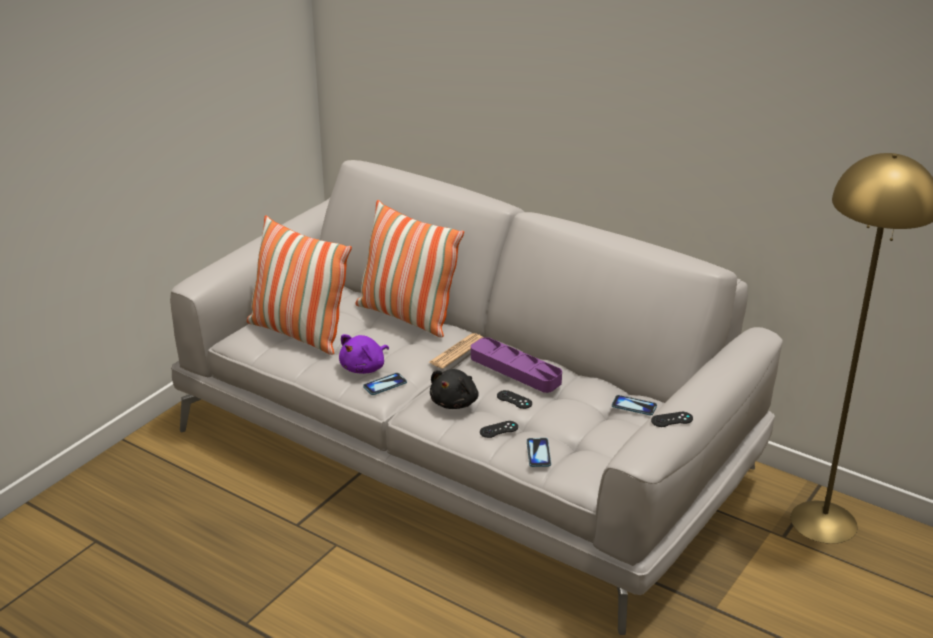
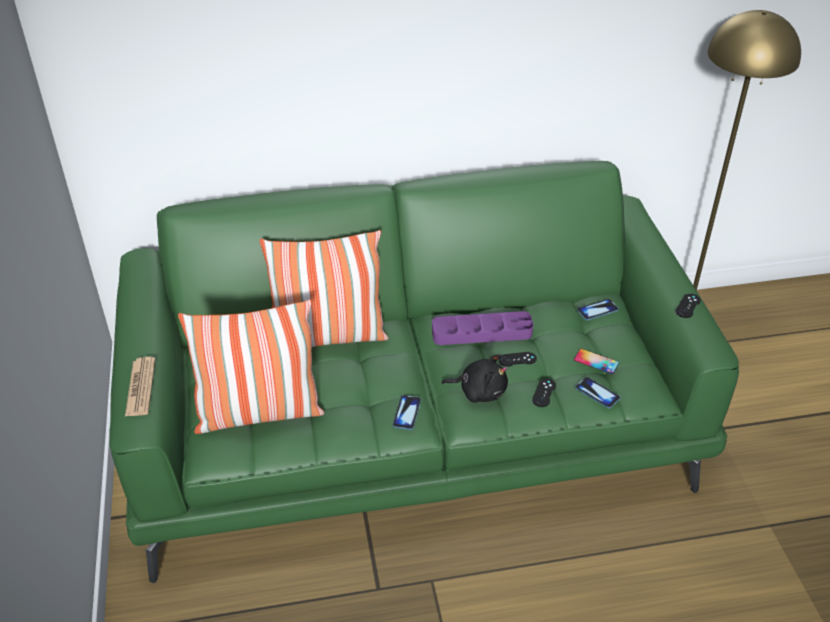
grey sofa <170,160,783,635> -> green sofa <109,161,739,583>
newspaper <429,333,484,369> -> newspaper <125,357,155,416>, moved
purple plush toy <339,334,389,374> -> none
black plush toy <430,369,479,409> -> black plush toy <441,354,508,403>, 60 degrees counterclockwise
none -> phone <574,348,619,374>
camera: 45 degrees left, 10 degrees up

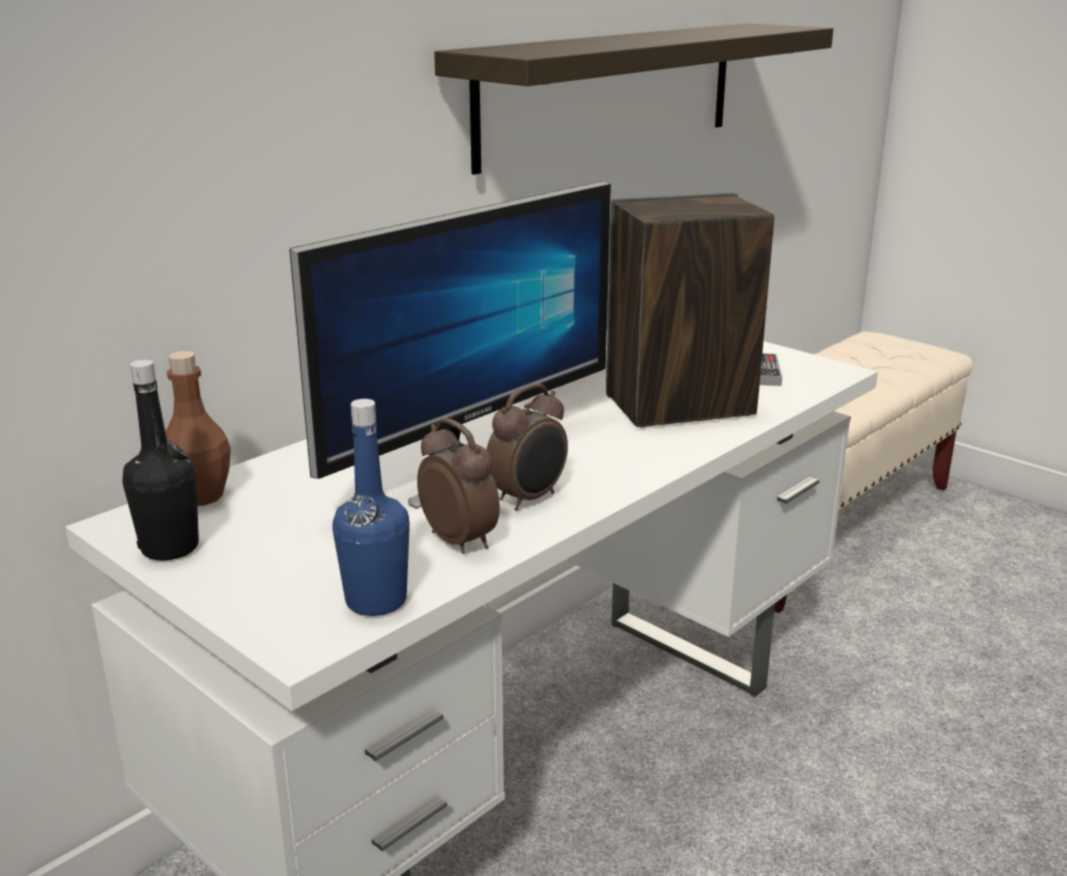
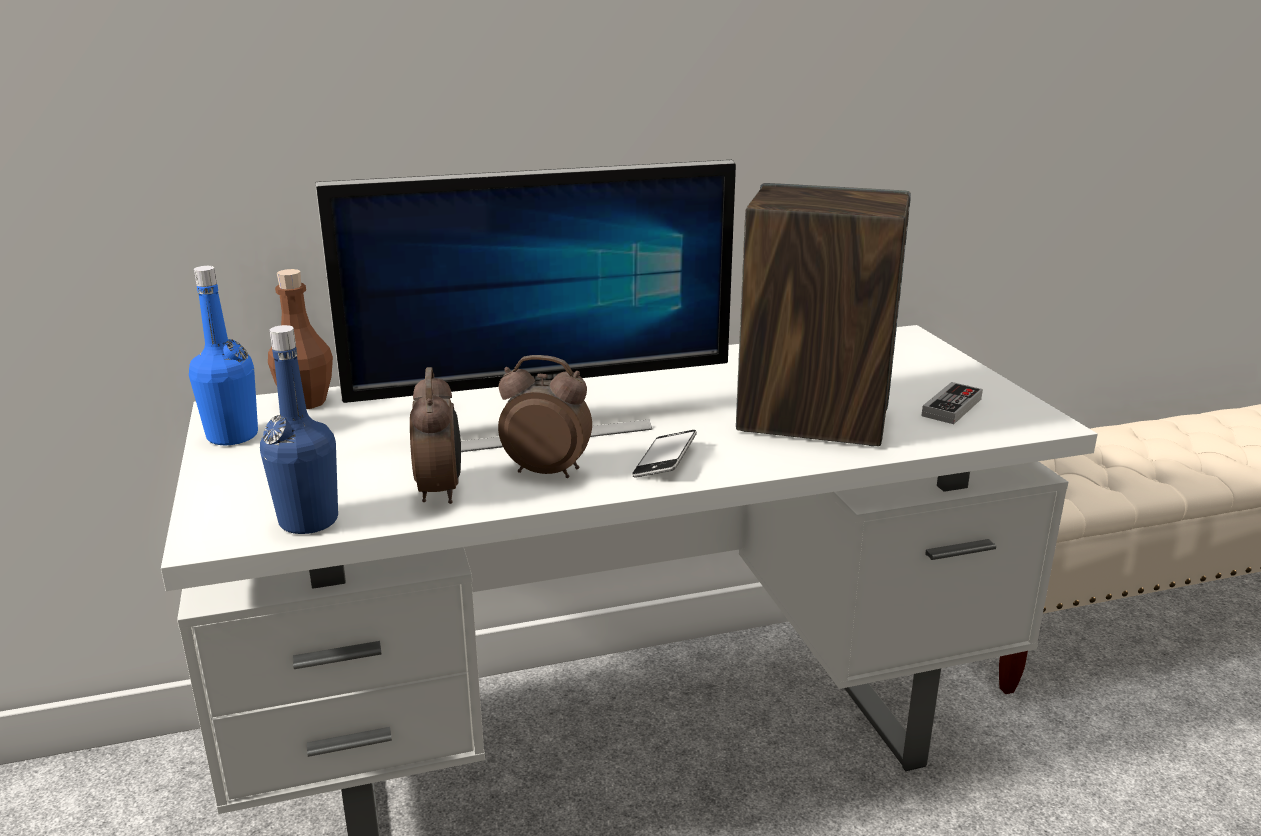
shelf <434,23,833,175> -> none
black bottle <122,359,199,561> -> blue bottle <189,266,258,445>
alarm clock <486,383,568,511> -> alarm clock <498,355,592,478>, 150 degrees counterclockwise
none -> phone <632,430,697,478>
camera: 30 degrees right, 0 degrees up

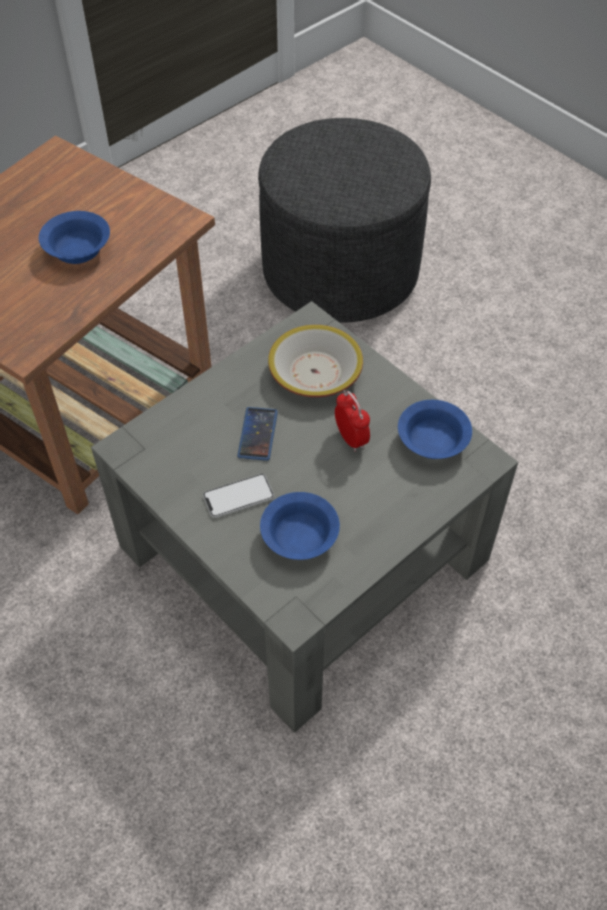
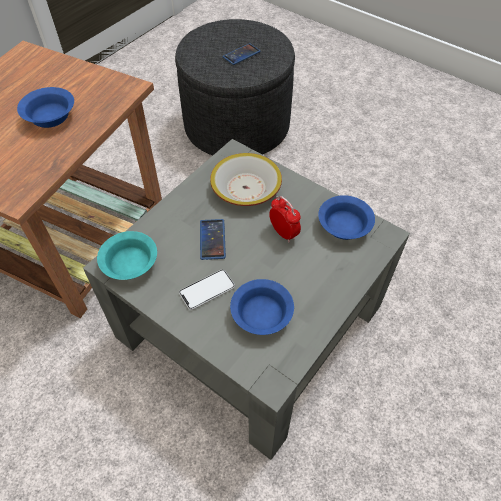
none -> phone <223,43,261,65>
none -> turquoise bowl <97,231,157,280>
camera: 10 degrees left, 0 degrees up

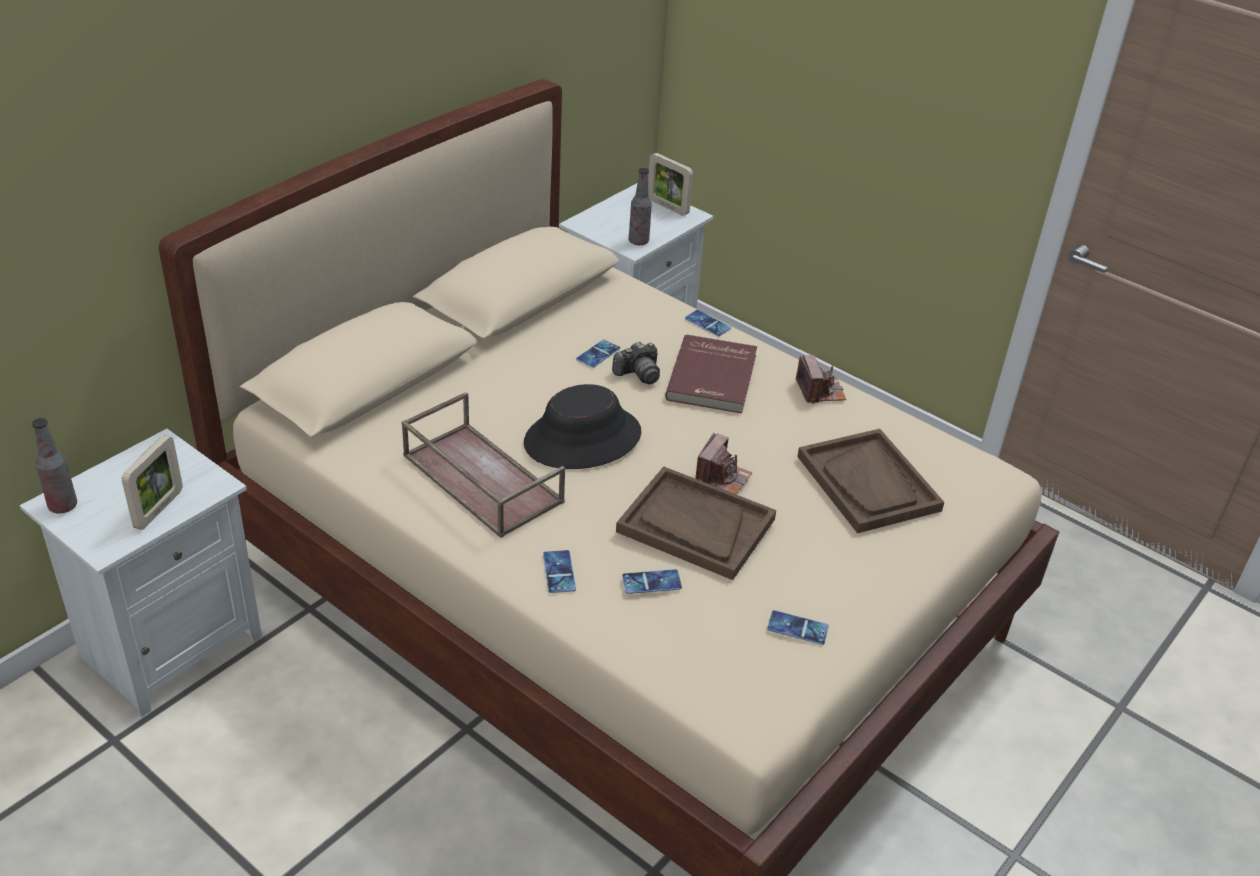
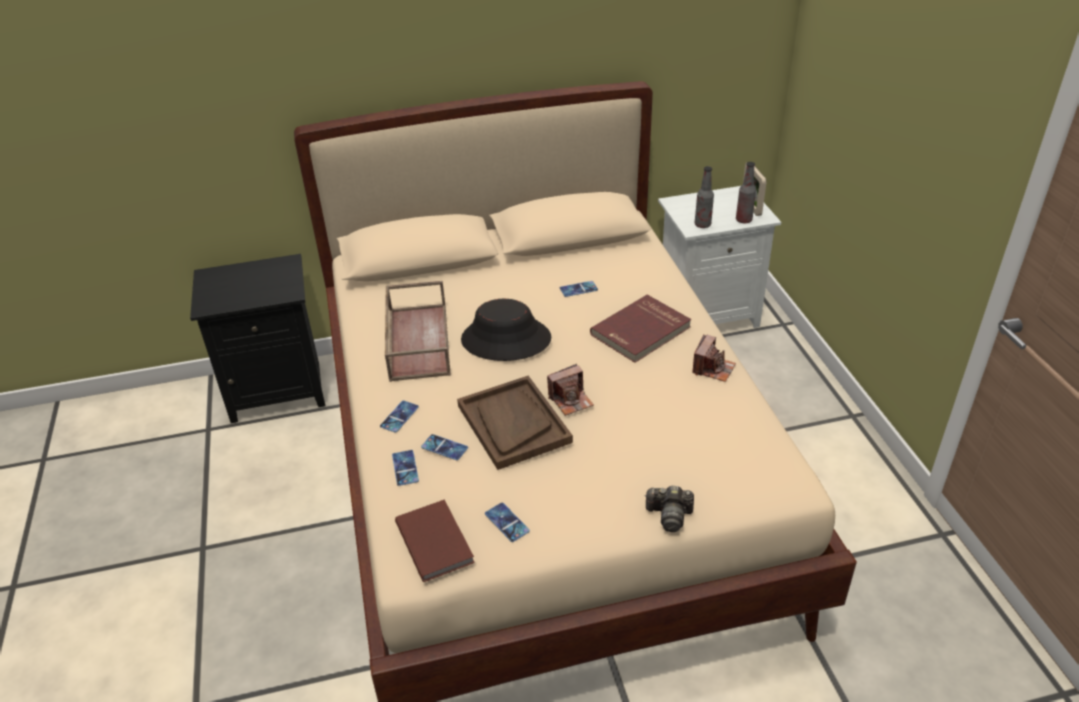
phone <685,310,731,336> -> phone <392,450,419,486>, moved
photo camera <612,341,660,384> -> photo camera <645,486,694,532>, moved
bottle <32,418,77,514> -> bottle <736,162,756,223>, moved
white nightstand <20,429,262,717> -> black nightstand <190,254,325,423>
brown tray <797,429,944,533> -> none
picture frame <122,435,183,530> -> none
none -> brown book <395,500,475,582>
camera: 40 degrees right, 0 degrees up

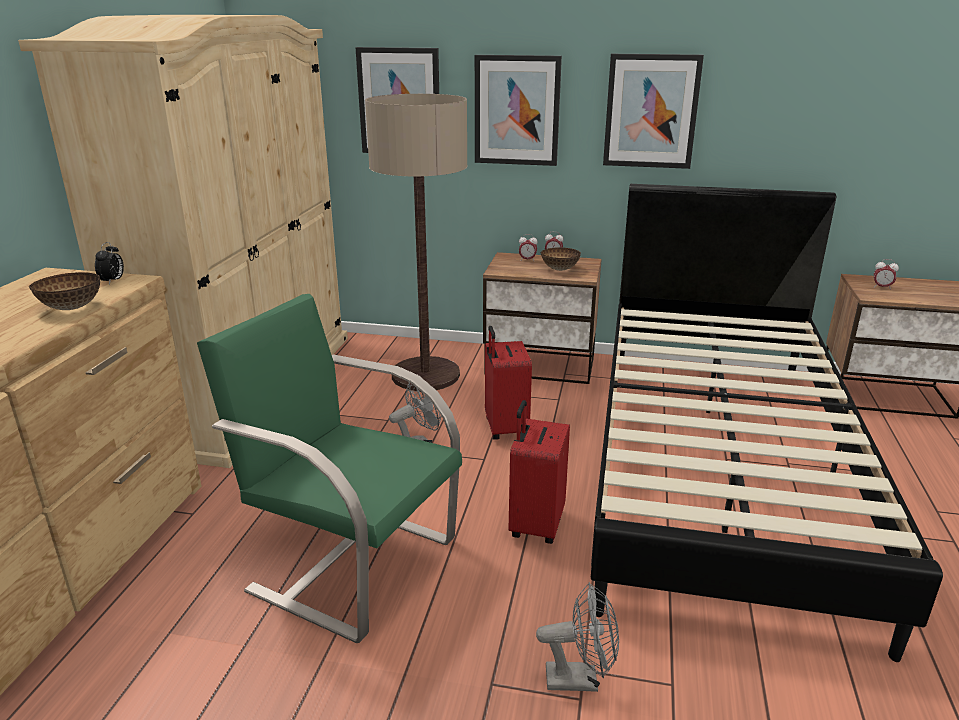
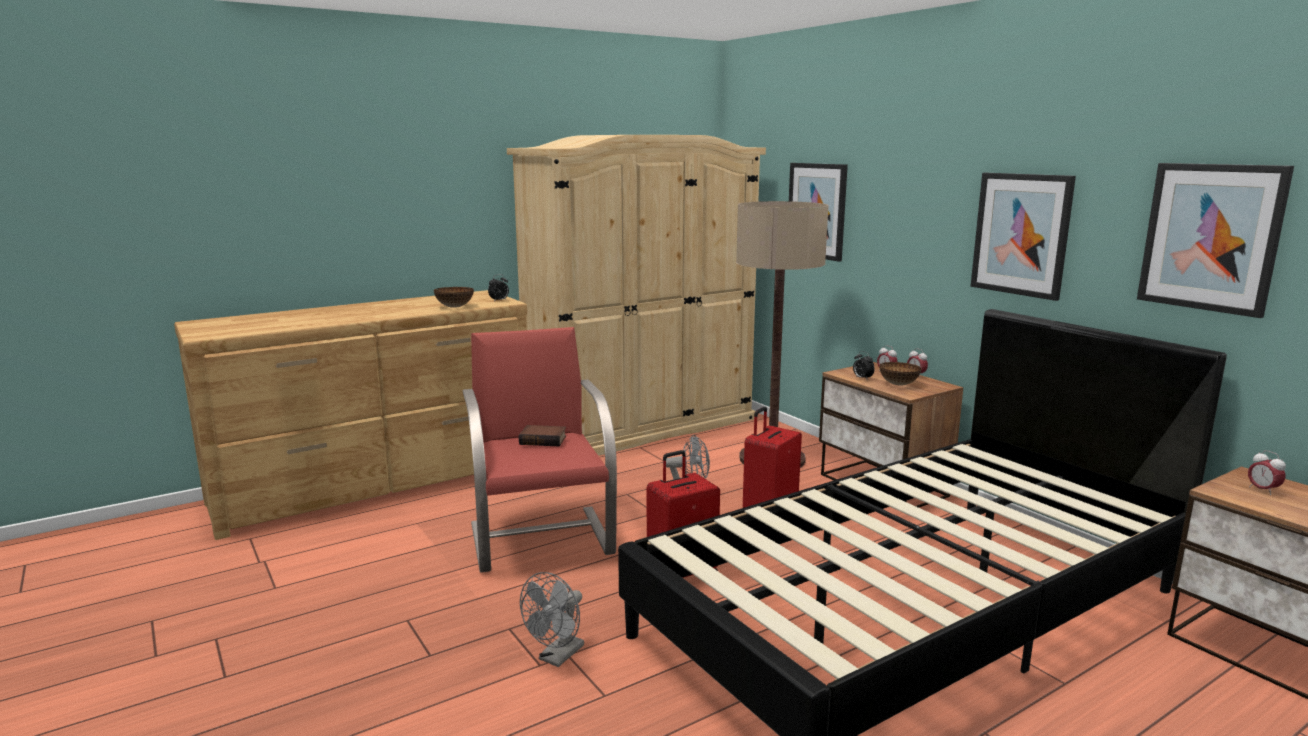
picture <475,55,562,166> -> picture <1137,163,1294,318>, moved
green armchair <197,294,462,643> -> red armchair <463,327,617,573>
grey fan <536,582,619,692> -> grey fan <520,572,584,667>, 75 degrees clockwise
none -> alarm clock <853,351,875,379>
none -> book <519,425,566,447>
camera: 45 degrees right, 10 degrees down

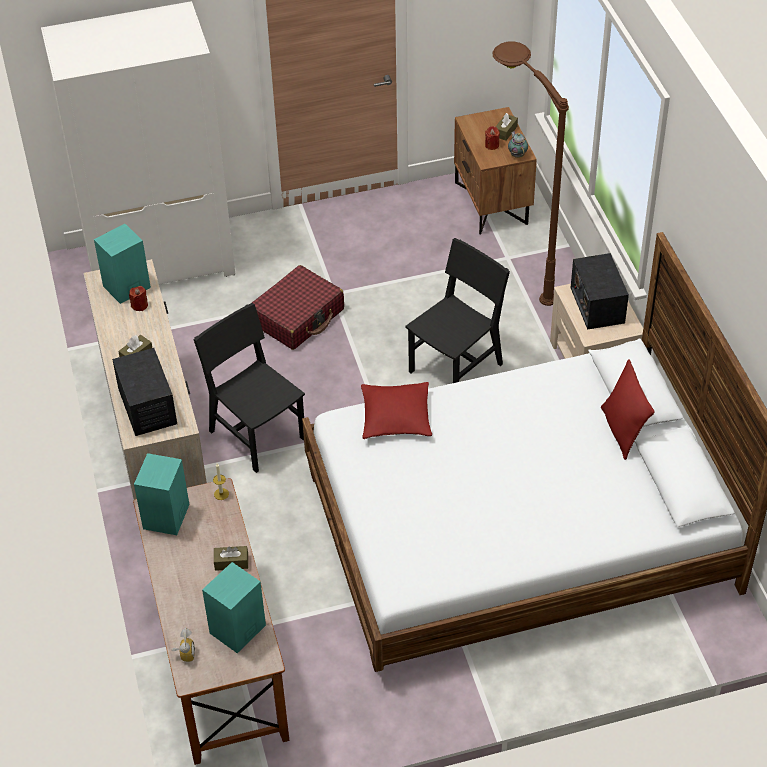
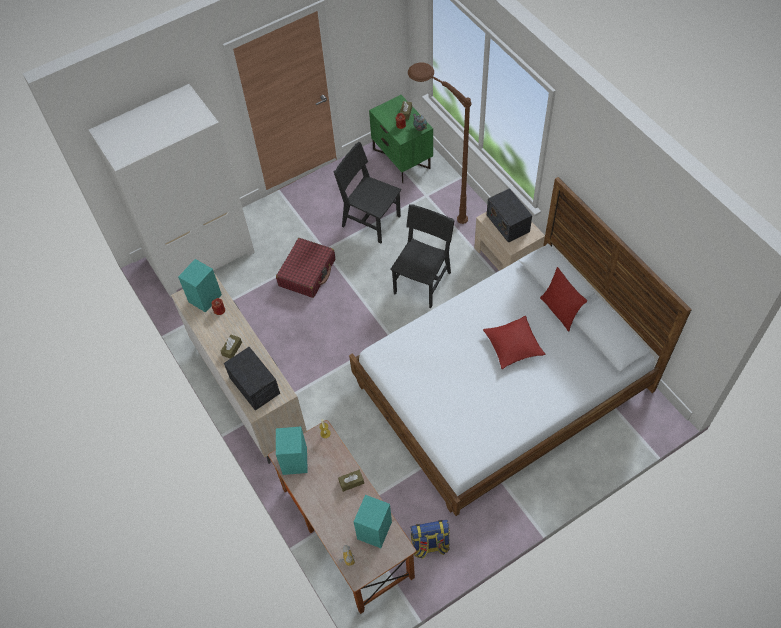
brown nightstand <454,107,537,234> -> green nightstand <369,95,433,183>
black chair <194,303,305,473> -> black chair <334,142,401,244>, moved
red pillow <361,382,432,439> -> red pillow <483,316,545,369>, moved
none -> backpack <410,520,450,559>
camera: 15 degrees left, 10 degrees up

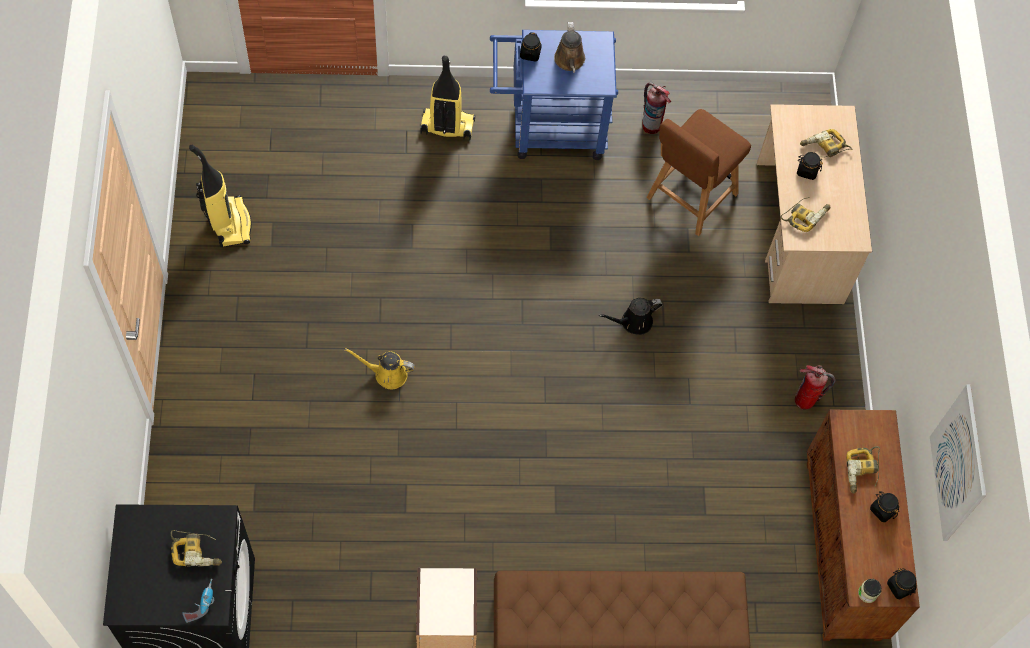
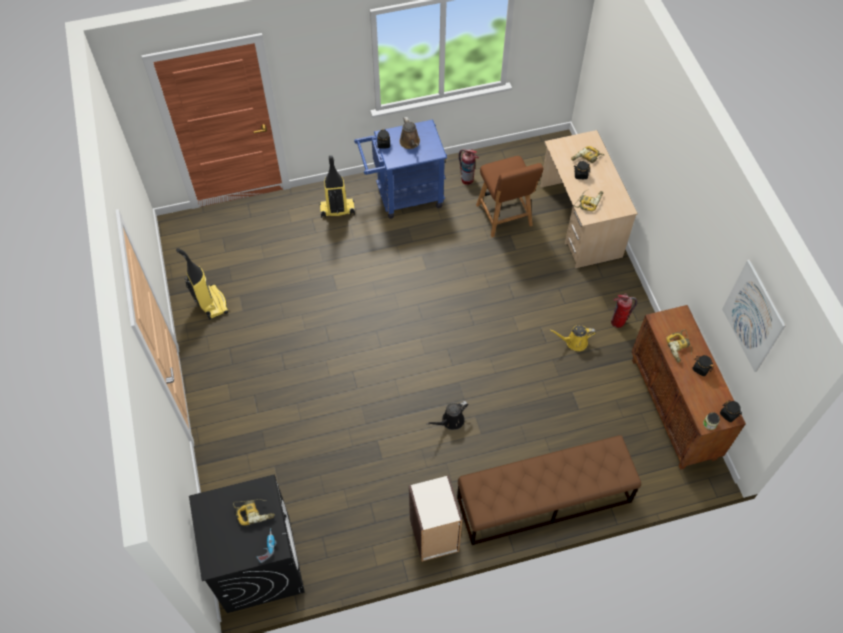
brown chair <646,109,751,236> -> brown chair <476,156,543,237>, 45 degrees counterclockwise
black watering can <599,298,663,335> -> black watering can <427,401,468,430>, moved
yellow watering can <345,348,415,389> -> yellow watering can <550,325,596,351>, moved
camera: 10 degrees left, 5 degrees down

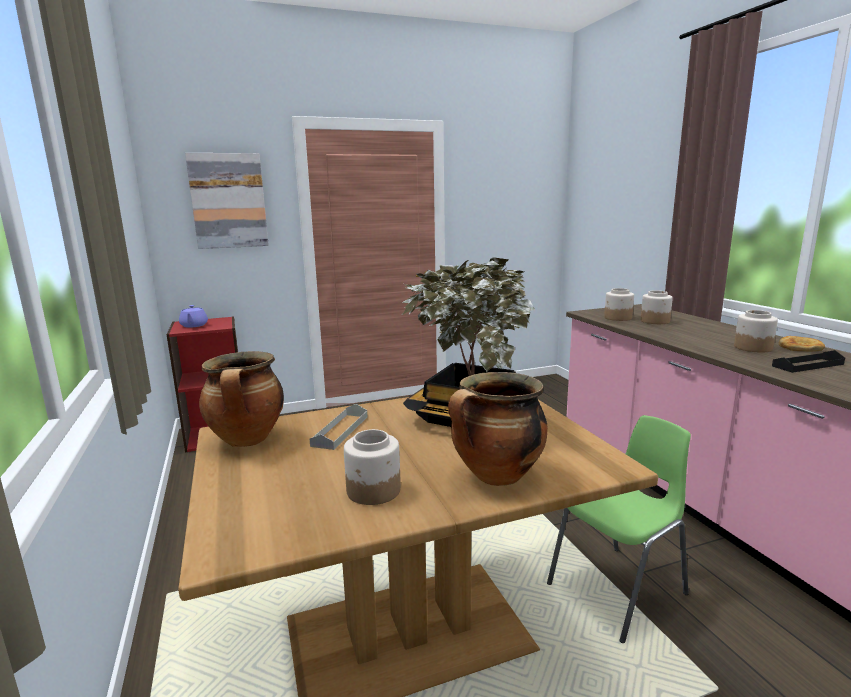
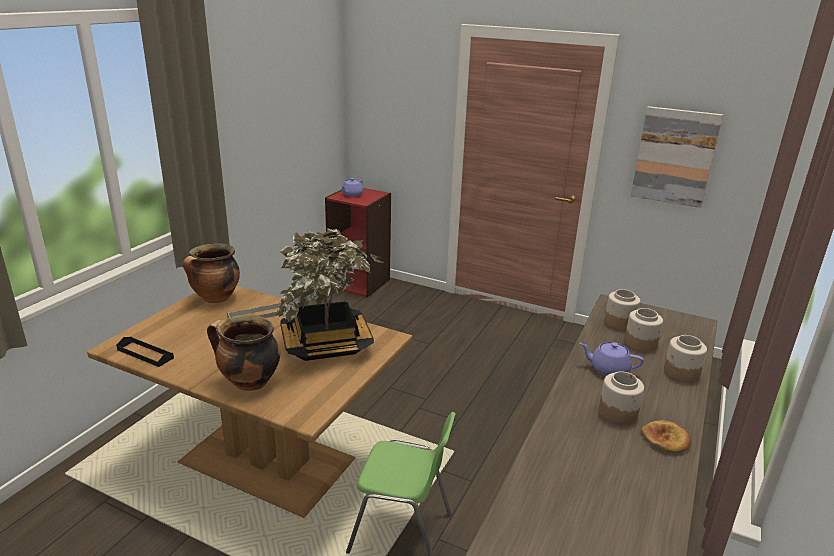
picture <185,153,269,249> -> picture <631,106,723,208>, moved
black tray <772,350,845,373> -> black tray <116,337,174,367>, moved
jar <344,429,401,505> -> jar <664,335,707,382>, moved
none -> purple teapot <579,342,644,376>
camera: 45 degrees right, 10 degrees up

